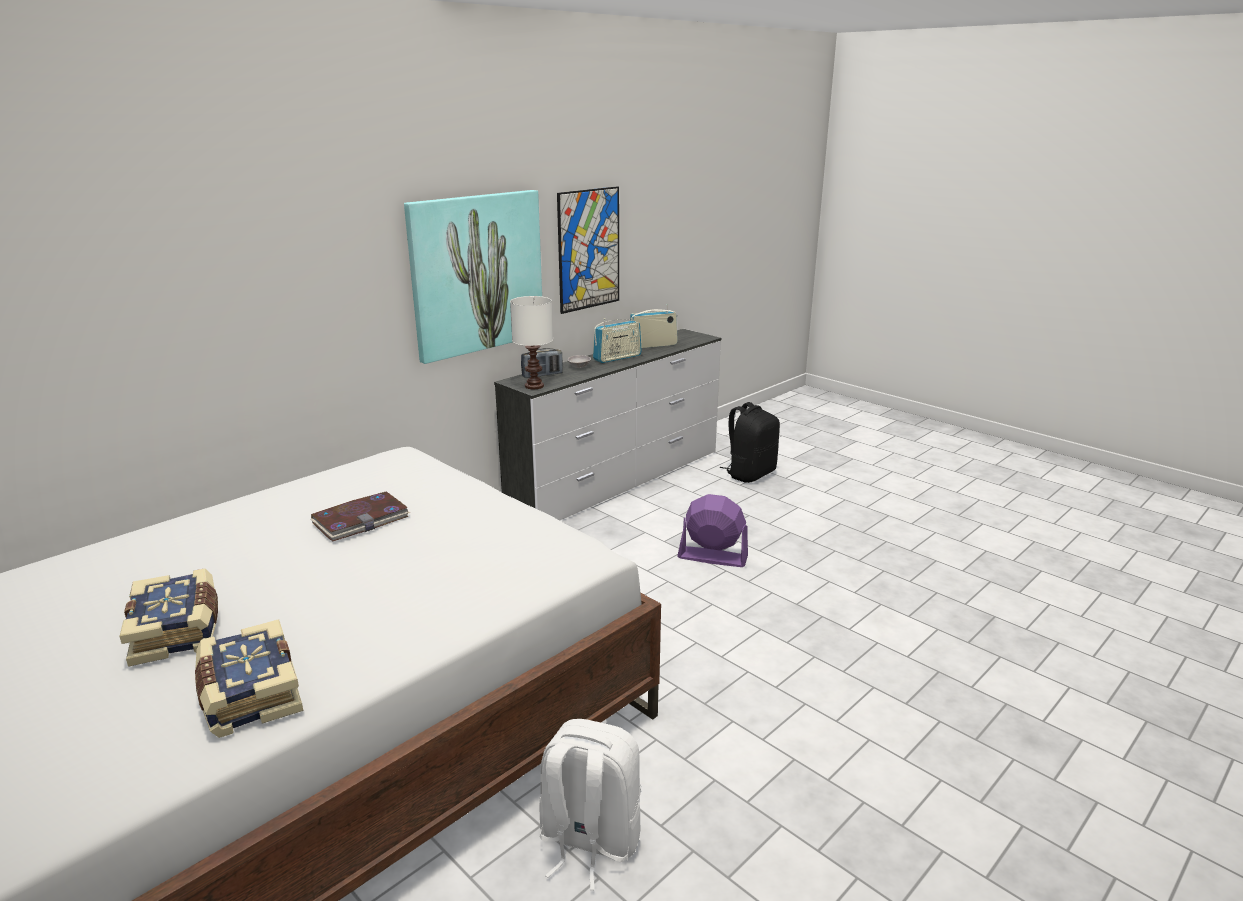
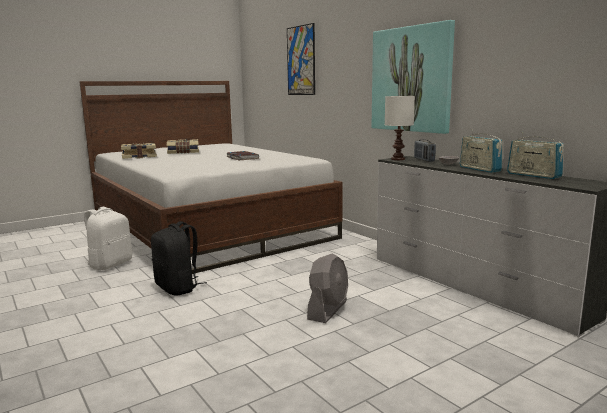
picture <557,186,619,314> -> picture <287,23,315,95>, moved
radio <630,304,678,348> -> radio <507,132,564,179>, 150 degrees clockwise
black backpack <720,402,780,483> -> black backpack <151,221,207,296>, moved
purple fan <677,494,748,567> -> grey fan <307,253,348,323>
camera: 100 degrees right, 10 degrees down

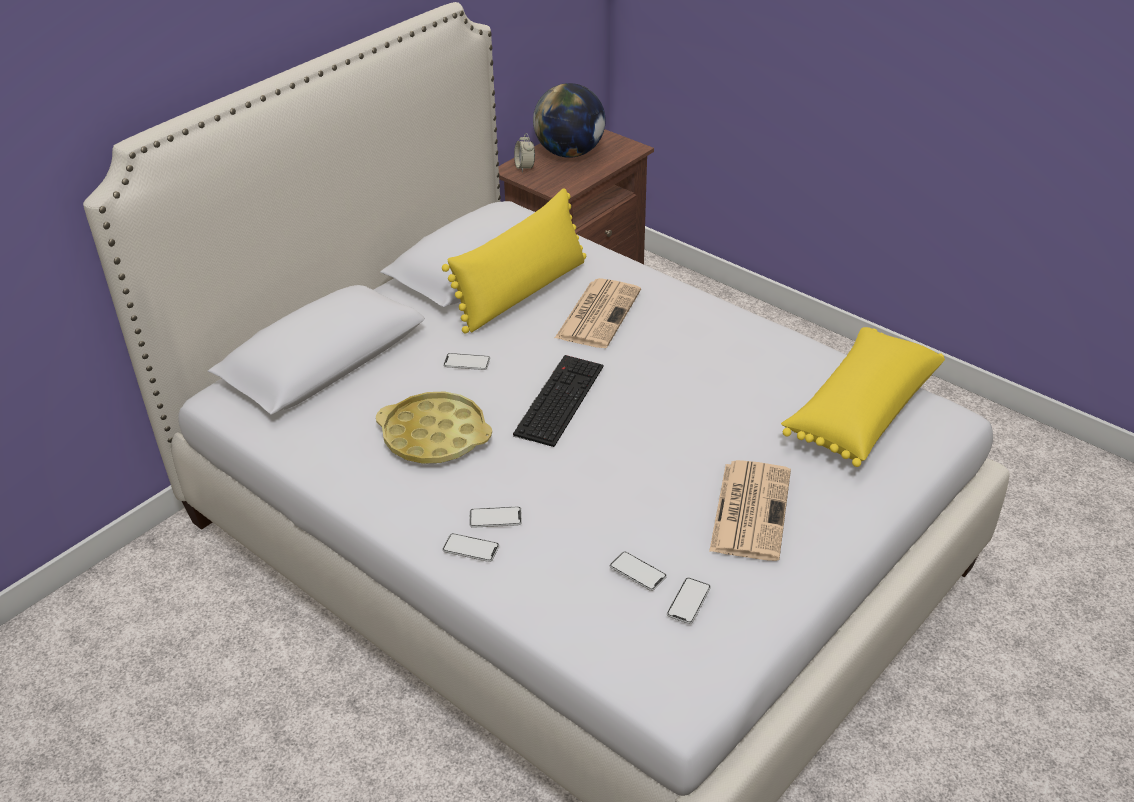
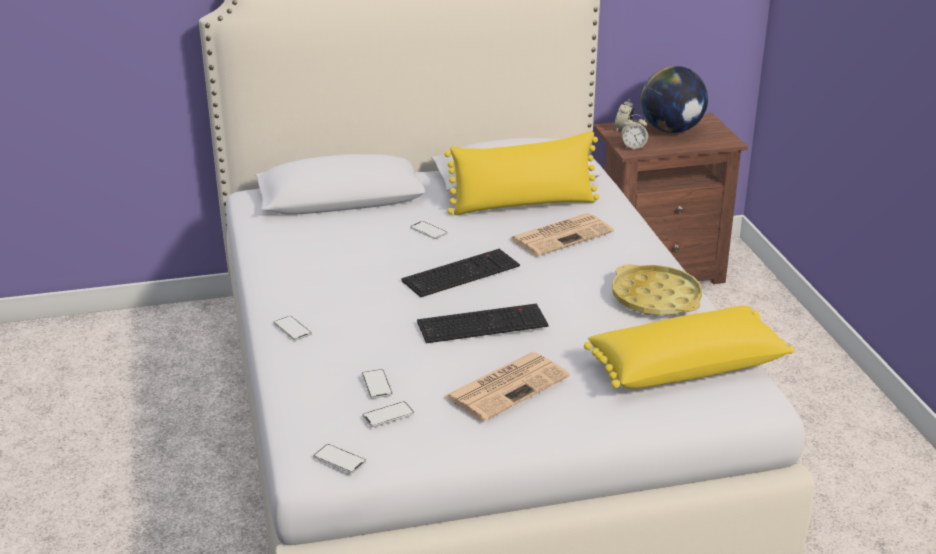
yellow tray <376,391,492,464> -> yellow tray <612,264,702,315>, moved
phone <470,507,522,528> -> phone <313,444,366,473>, moved
none -> alarm clock <621,115,648,149>
none -> keyboard <417,303,549,343>
camera: 35 degrees right, 10 degrees down

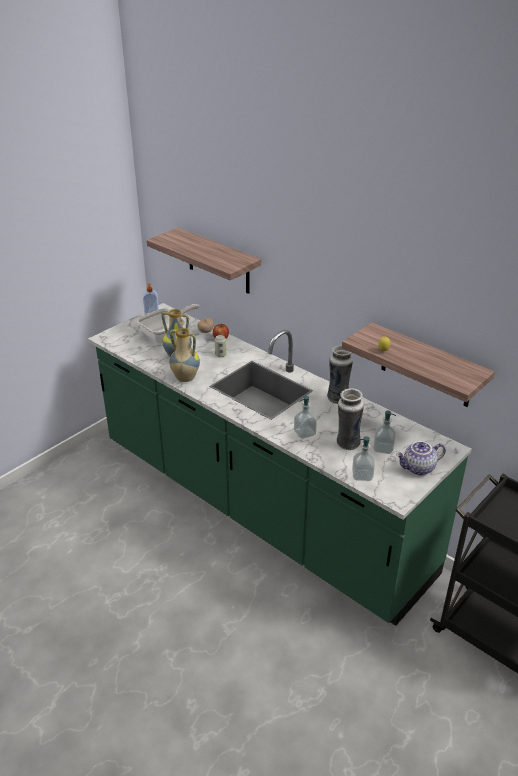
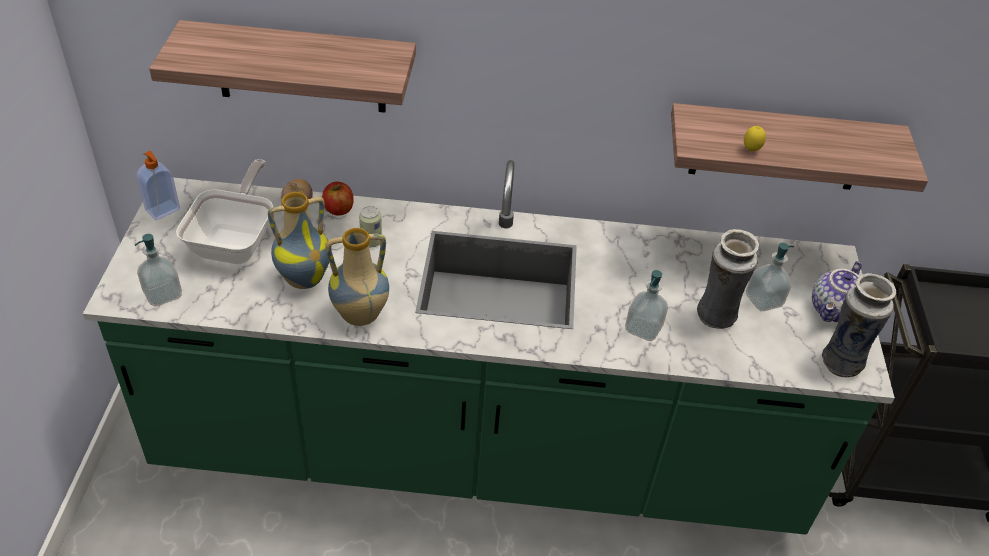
vase <327,345,353,404> -> vase <822,273,896,378>, moved
soap dispenser <352,436,375,481> -> soap dispenser <135,234,182,307>, moved
camera: 40 degrees left, 10 degrees up

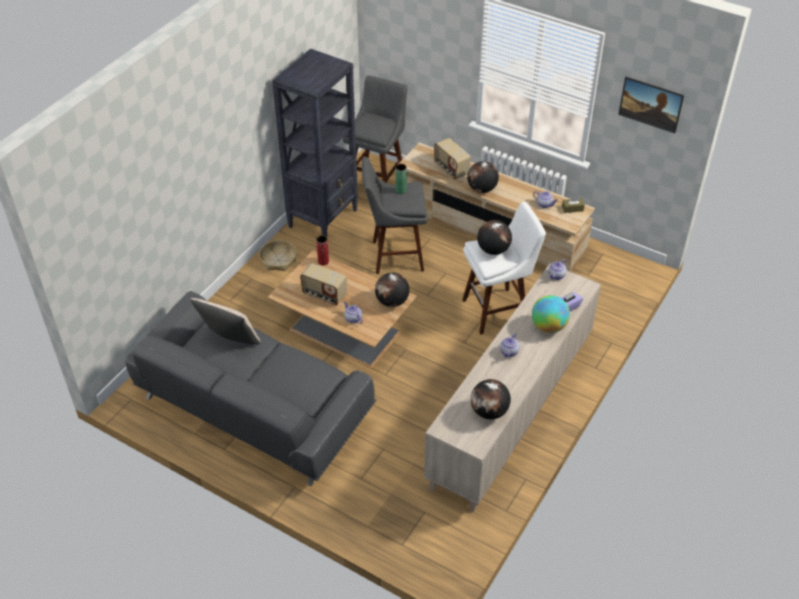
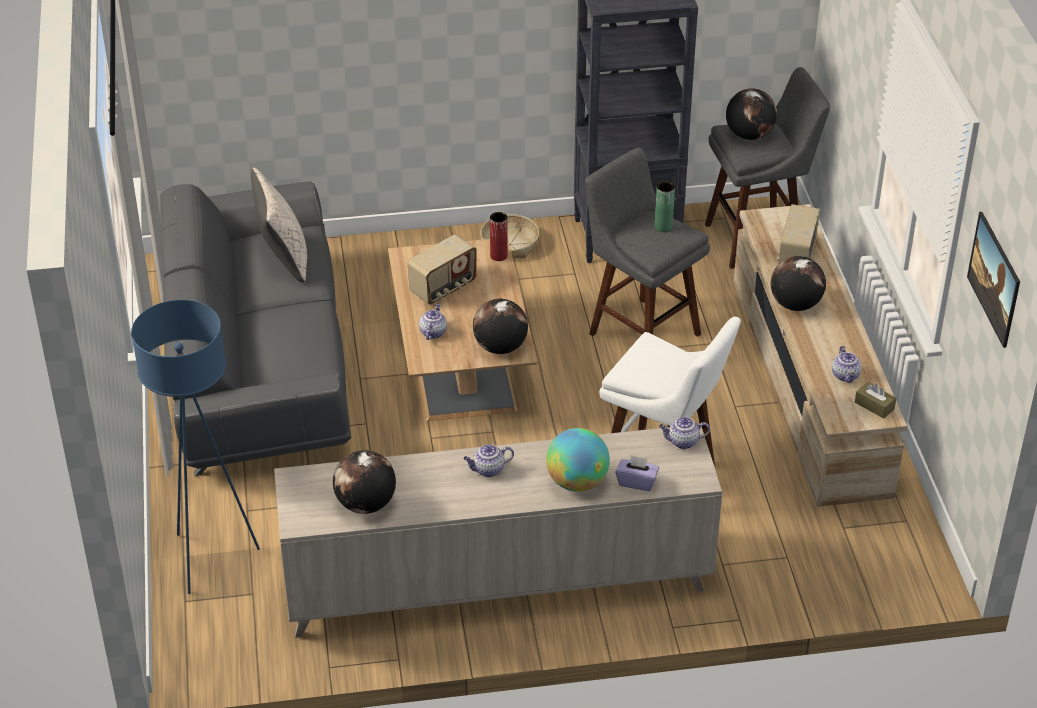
globe <477,220,512,255> -> globe <726,88,777,140>, moved
radio <300,263,347,306> -> radio <408,235,477,305>, 120 degrees counterclockwise
none -> blue floor lamp <131,300,260,594>
camera: 50 degrees right, 5 degrees down

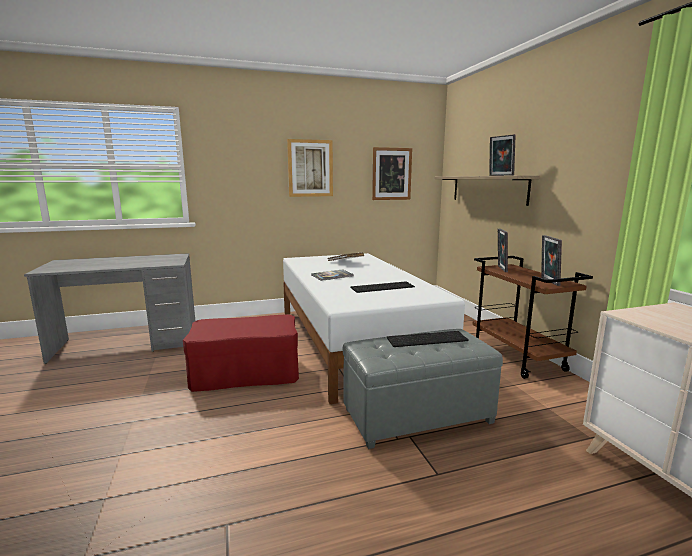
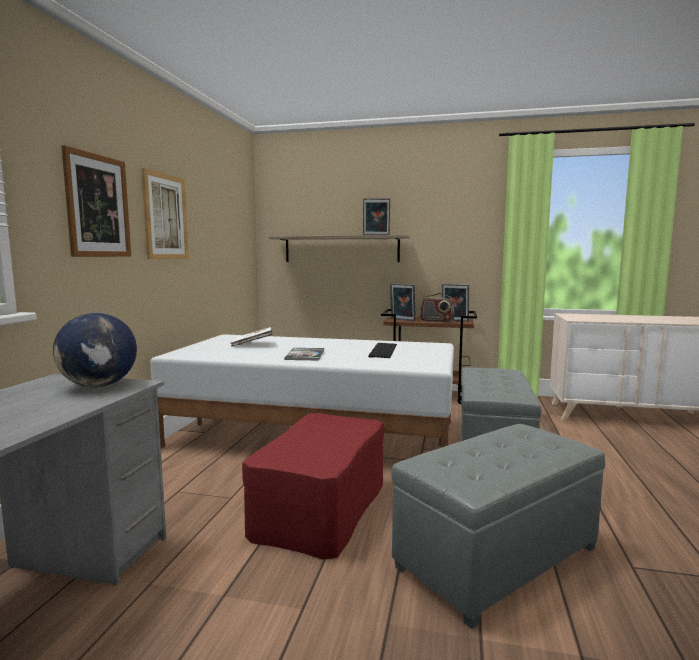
picture <372,147,412,200> -> picture <61,145,131,257>, moved
keyboard <387,331,469,347> -> none
none -> radio <420,293,454,323>
none -> globe <53,313,137,387>
none -> grey ottoman <391,424,605,629>
camera: 60 degrees left, 5 degrees down

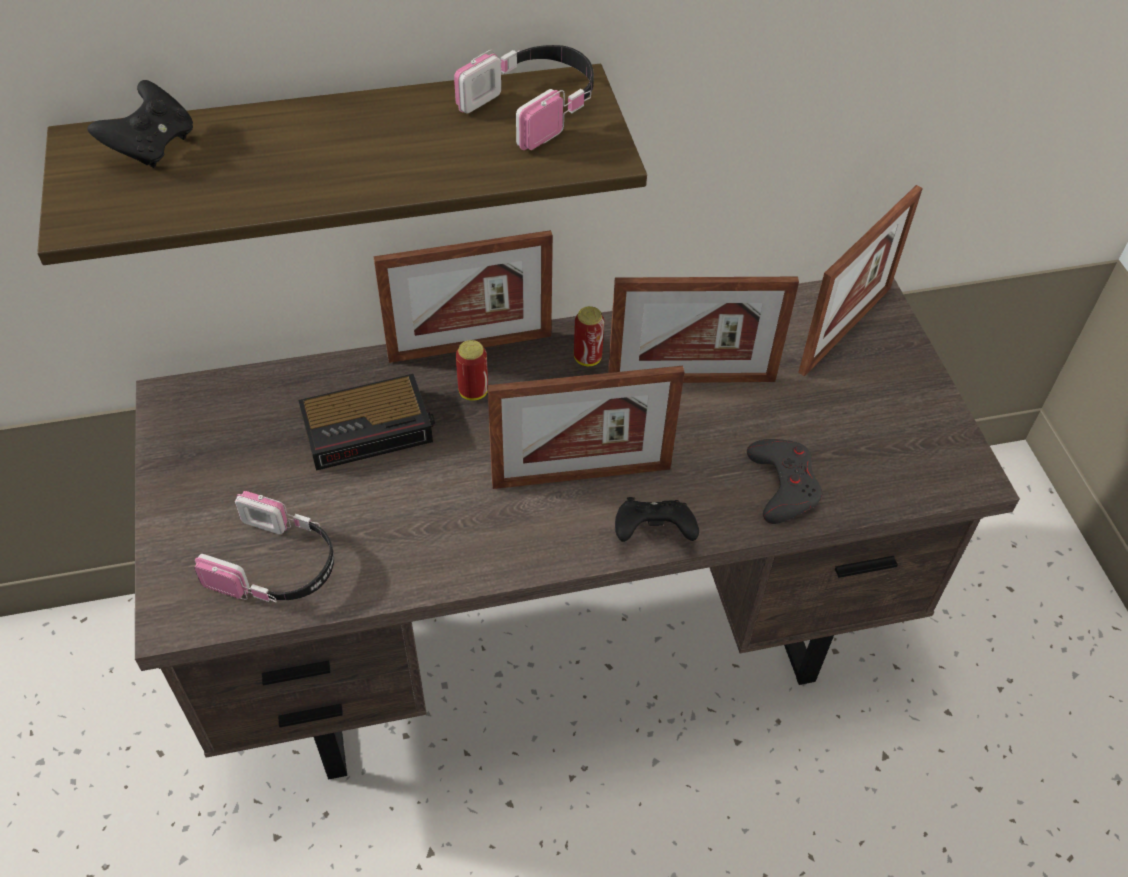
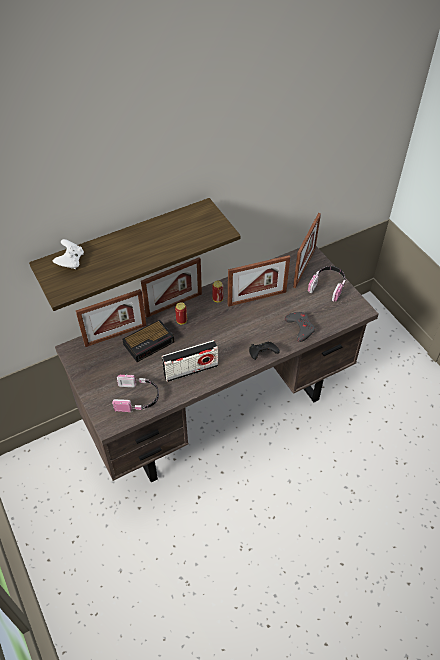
headphones <454,45,594,150> -> headphones <308,266,346,302>, moved
black game controller <87,80,193,168> -> white game controller <53,239,84,269>
picture frame <487,366,685,489> -> picture frame <76,289,147,347>, moved
none -> radio <162,340,218,382>
camera: 15 degrees left, 0 degrees up

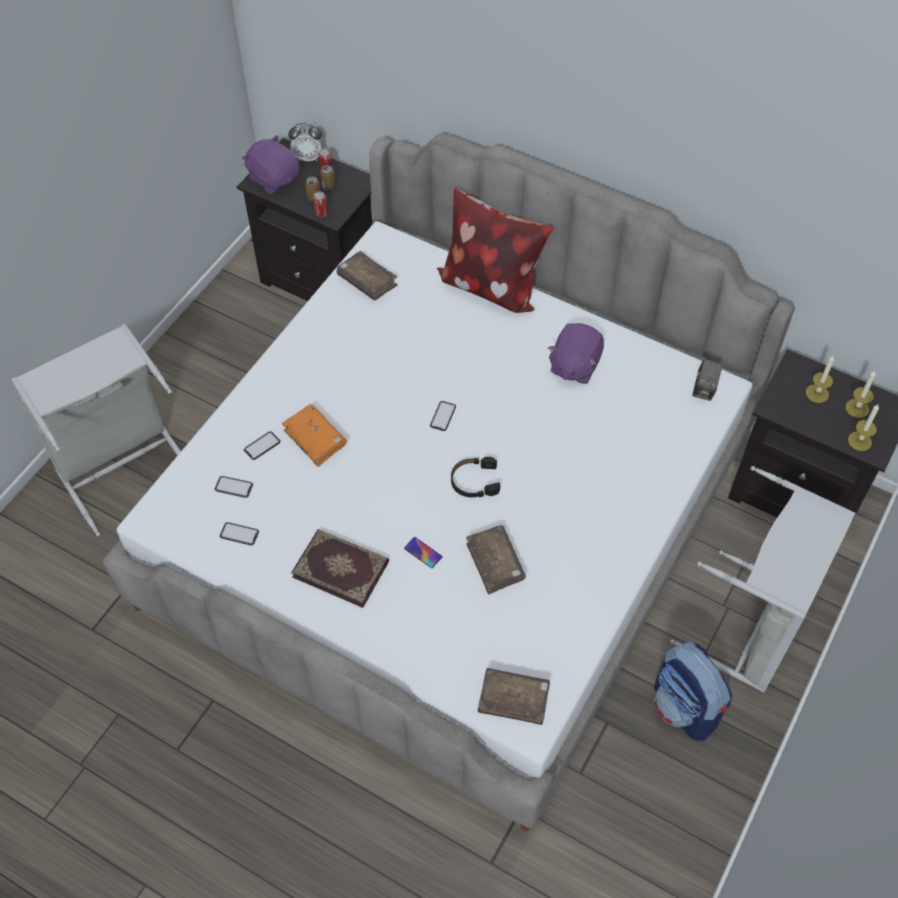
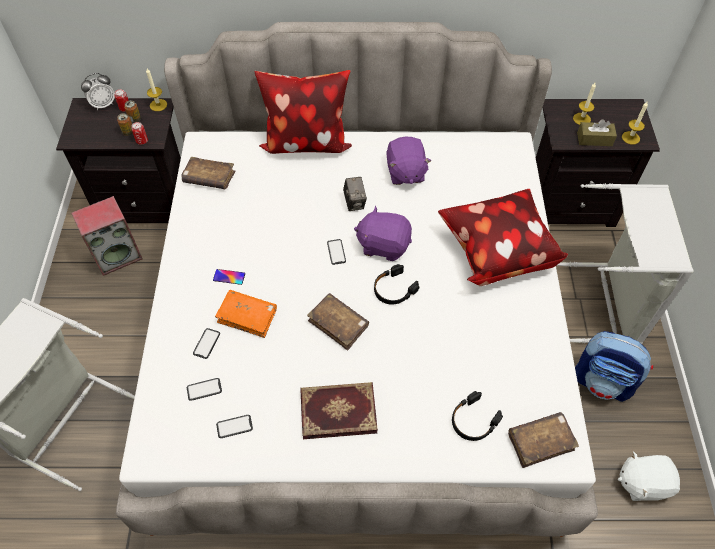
purple plush toy <242,135,300,194> -> purple plush toy <354,206,412,261>, moved
photo camera <692,359,723,401> -> photo camera <343,177,367,211>, moved
candle <846,371,876,418> -> candle <146,68,167,111>, moved
brown book <466,525,526,594> -> brown book <307,293,369,350>, moved
phone <404,537,442,568> -> phone <213,269,245,285>, moved
none -> brown tissue box <577,119,617,146>
none -> pillow <438,189,568,286>
none -> speaker <71,196,142,276>
none -> black headphones <452,391,503,441>
none -> white plush toy <618,451,680,501>
camera: 30 degrees left, 0 degrees up

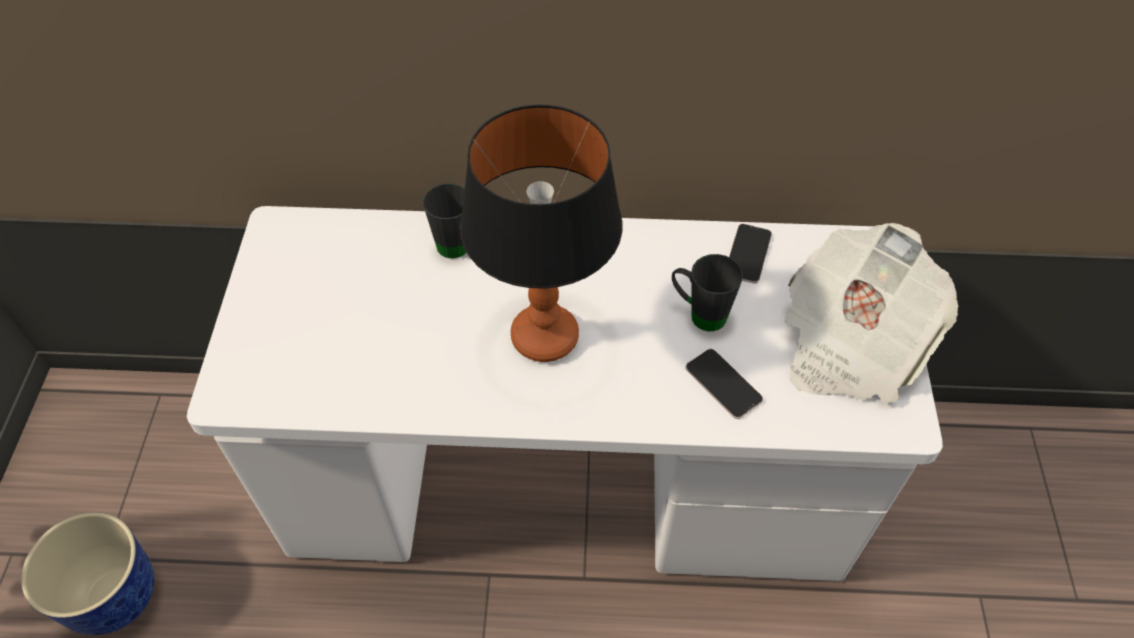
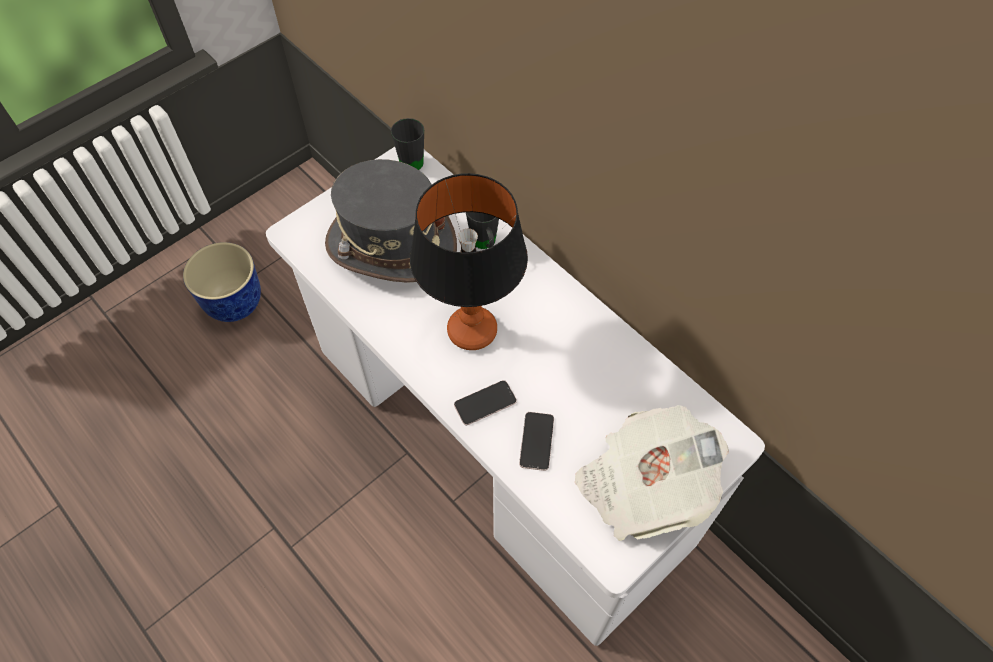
phone <729,224,772,284> -> phone <454,380,517,425>, moved
black mug <672,254,743,331> -> black mug <391,118,424,170>, moved
none -> grey hat <325,159,457,283>
camera: 45 degrees right, 5 degrees up

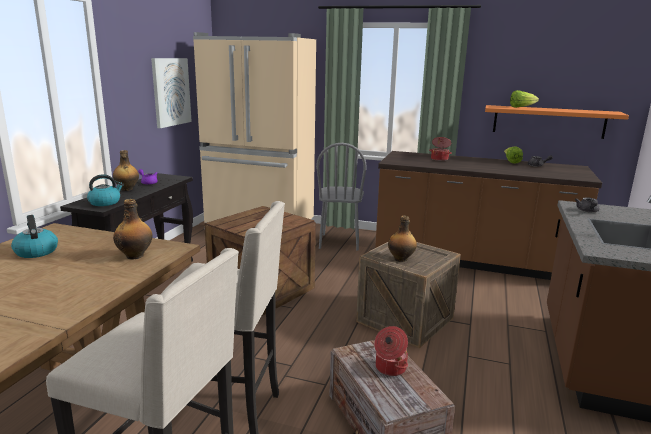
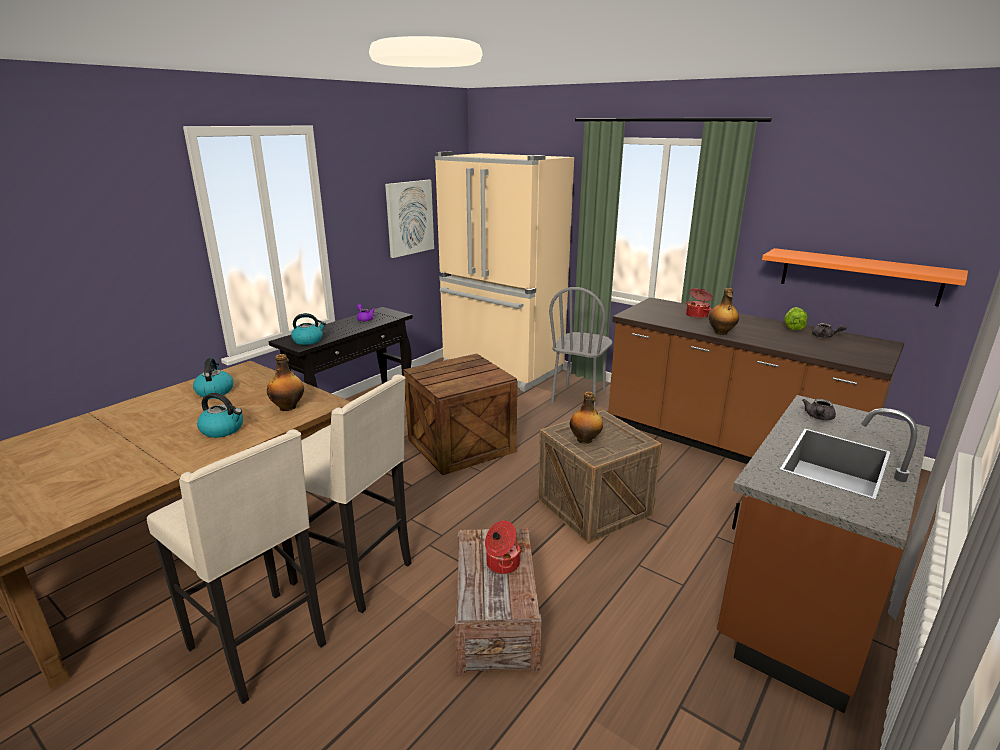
lettuce <510,90,539,108> -> none
bottle <113,150,139,191> -> bottle <709,288,739,335>, moved
none -> kettle <197,393,243,438>
camera: 20 degrees right, 5 degrees up

